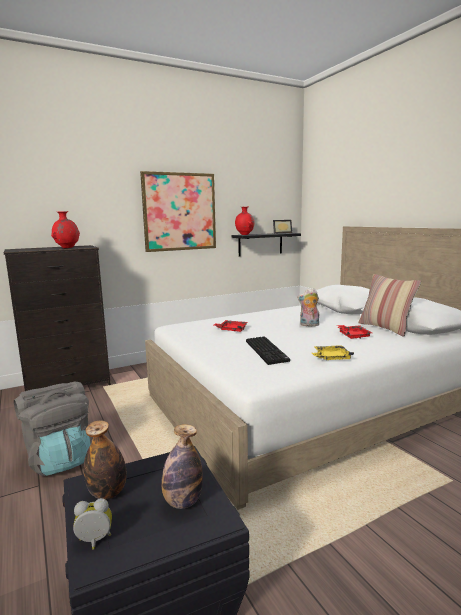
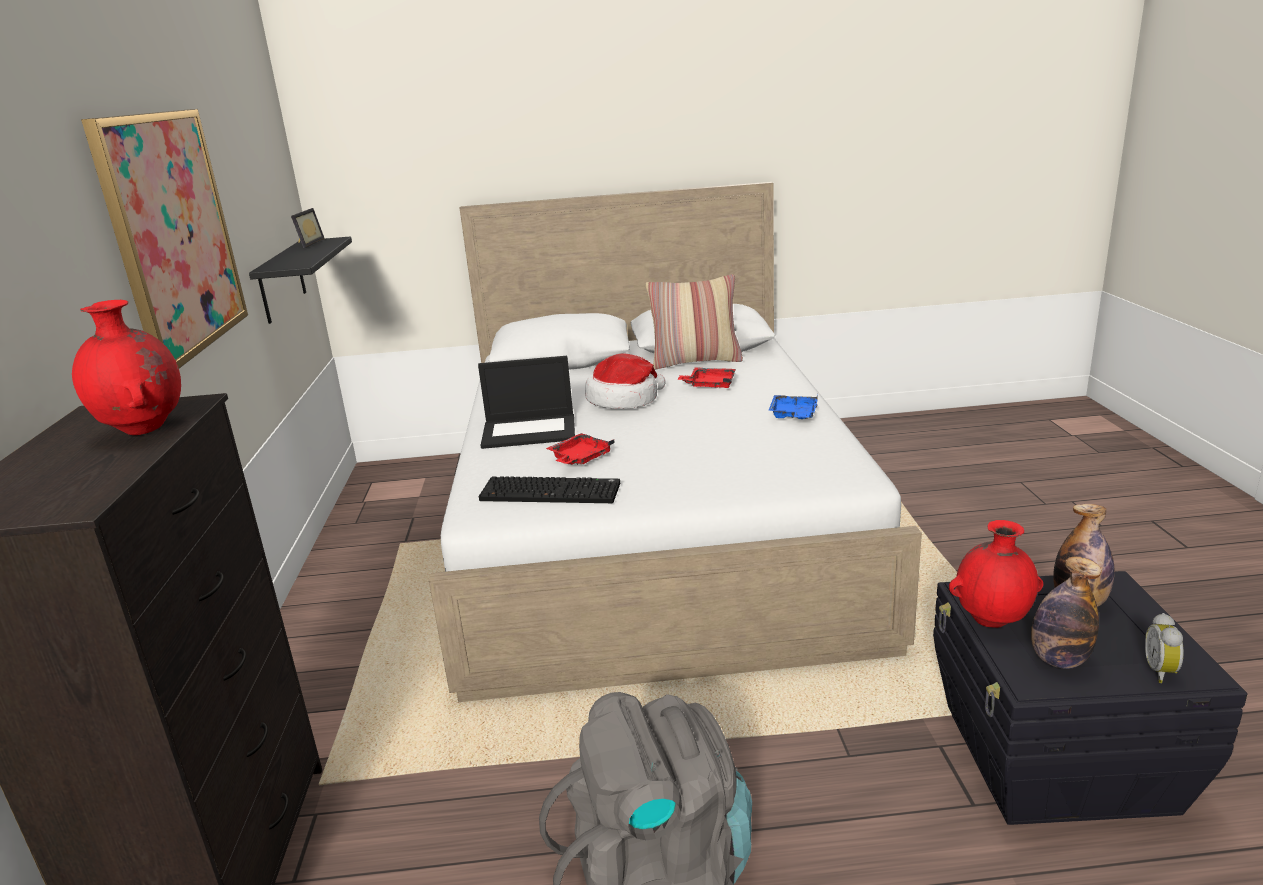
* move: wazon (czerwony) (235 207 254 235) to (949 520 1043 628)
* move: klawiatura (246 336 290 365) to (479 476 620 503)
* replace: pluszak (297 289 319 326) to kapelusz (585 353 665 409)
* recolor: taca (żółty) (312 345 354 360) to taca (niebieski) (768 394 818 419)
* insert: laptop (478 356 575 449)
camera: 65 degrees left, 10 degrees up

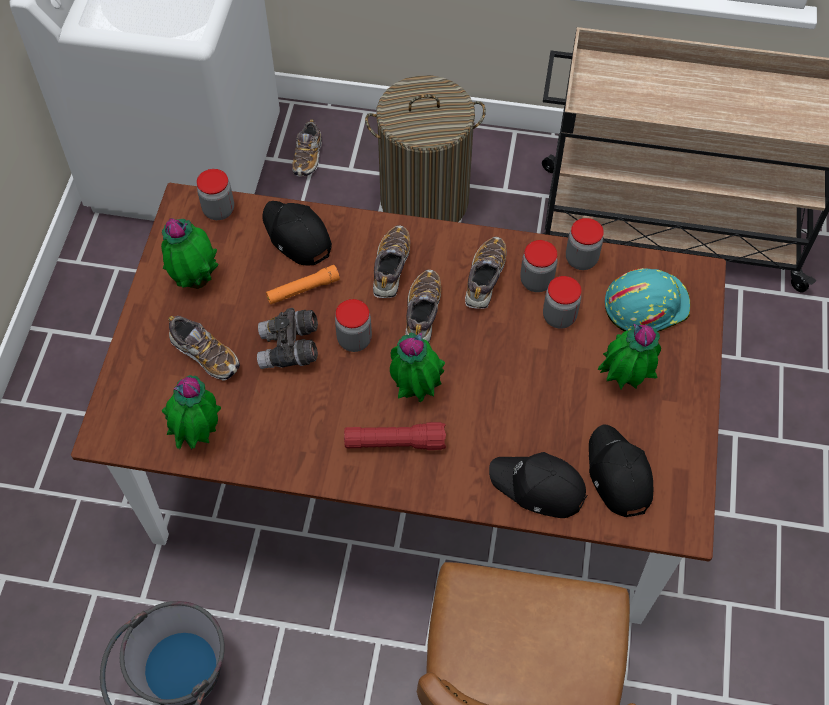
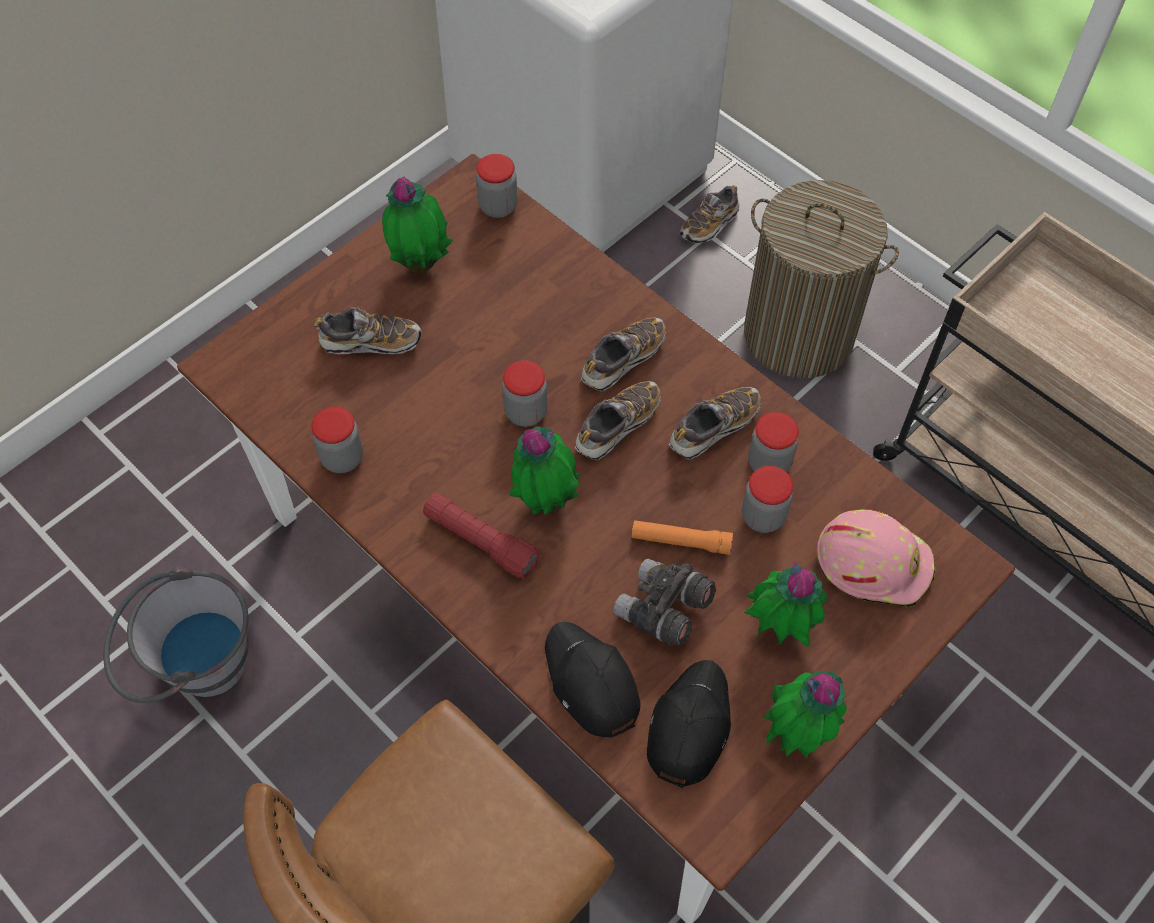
* move: roślina doniczkowa (162 375 221 449) to (763 671 847 758)
* rotate: but (168 316 240 381) = (314 307 421 354) 75 degrees counterclockwise
* move: lornetka (szary) (257 308 318 369) to (614 559 716 646)
* delete: czapka z daszkiem (czarny) (263 201 332 265)
* move: latarka (pomarańczowy) (266 265 340 304) to (631 520 733 555)
* move: słoik (566 218 604 270) to (311 407 363 473)
* recolor: kask (turkusowy) (605 268 690 332) to kask (różowy) (817 509 935 607)
camera: 35 degrees right, 0 degrees up

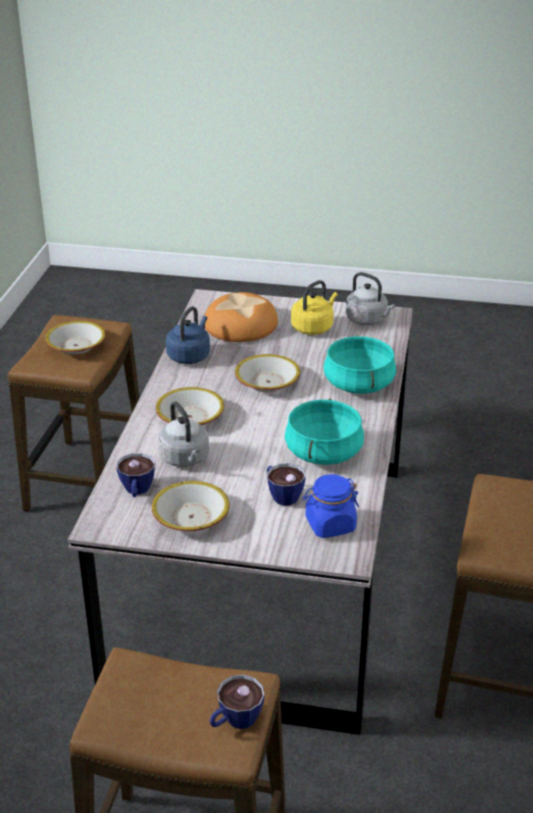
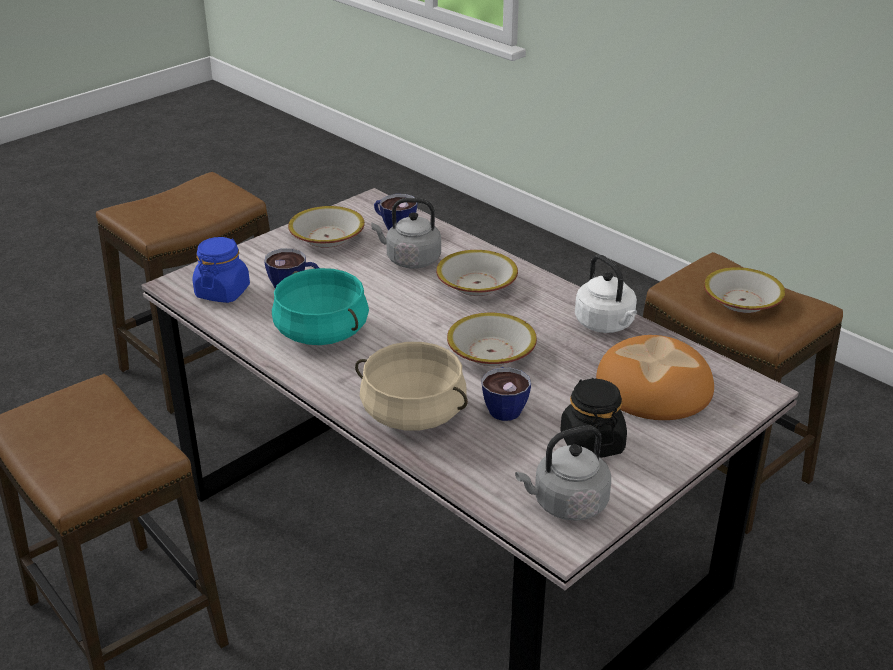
* recolor: czajnik (niebieski) (166 306 210 364) to czajnik (biały) (575 254 637 333)
* move: filiżanka (209 675 265 729) to (481 367 531 421)
* replace: czajnik (żółty) (291 280 338 335) to słoik (czarny) (560 378 627 458)
* recolor: garnek (turkusowy) (324 335 396 394) to garnek (beżowy) (355 342 468 431)
camera: 125 degrees right, 0 degrees up

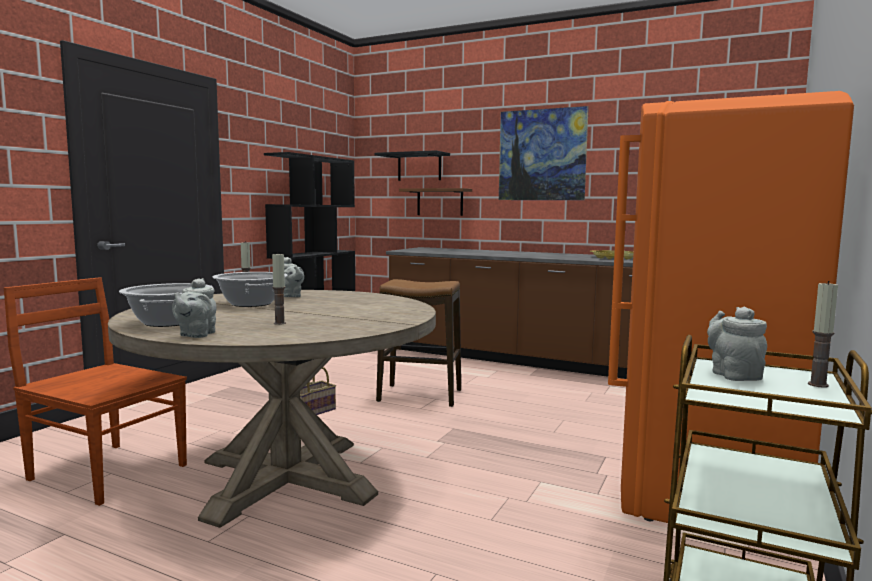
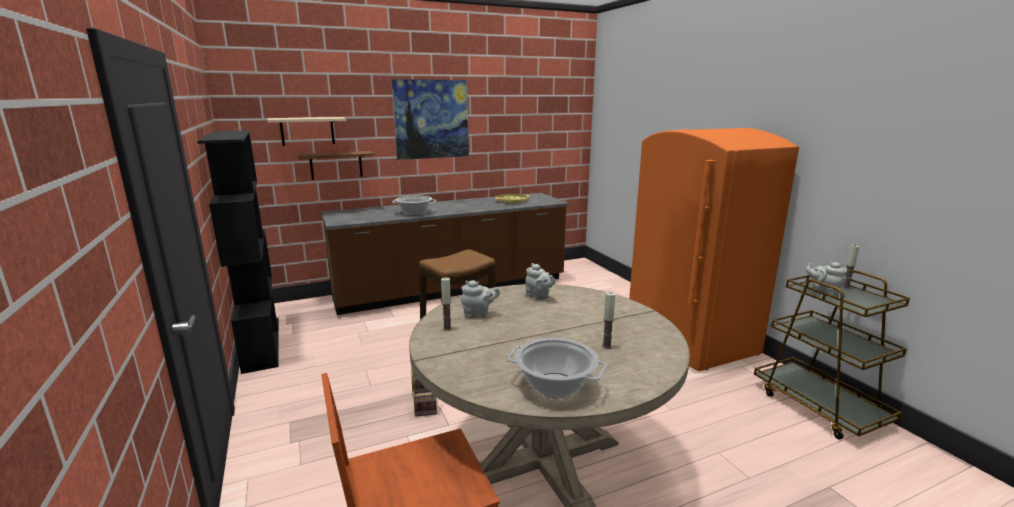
* move: imbryk (szary) (172 278 217 338) to (525 263 556 300)
* move: garnek (212 272 288 307) to (392 195 436 215)
* recolor: półka (czarny) (375 150 450 181) to półka (beżowy) (267 117 346 146)
camera: 50 degrees left, 10 degrees up

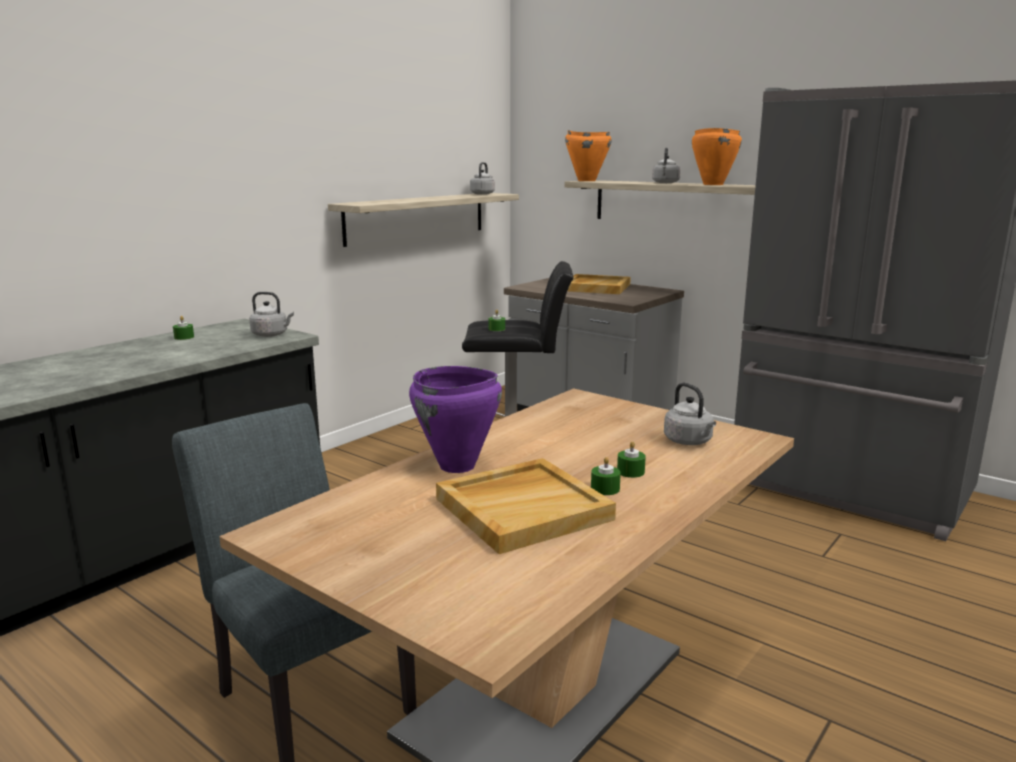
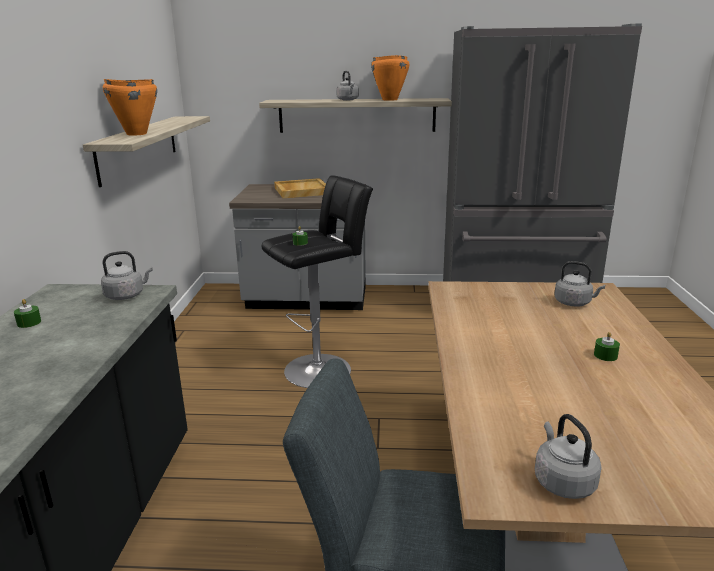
* delete: garnek (fioletowy) (409 366 502 473)
* delete: taca (beżowy) (436 458 616 554)
* move: czajnik (szary) (470 162 495 195) to (535 414 602 499)
* move: garnek (pomarańczowy) (565 130 612 181) to (103 79 157 136)
* delete: świeca (zielony) (617 441 646 478)
camera: 35 degrees left, 5 degrees up

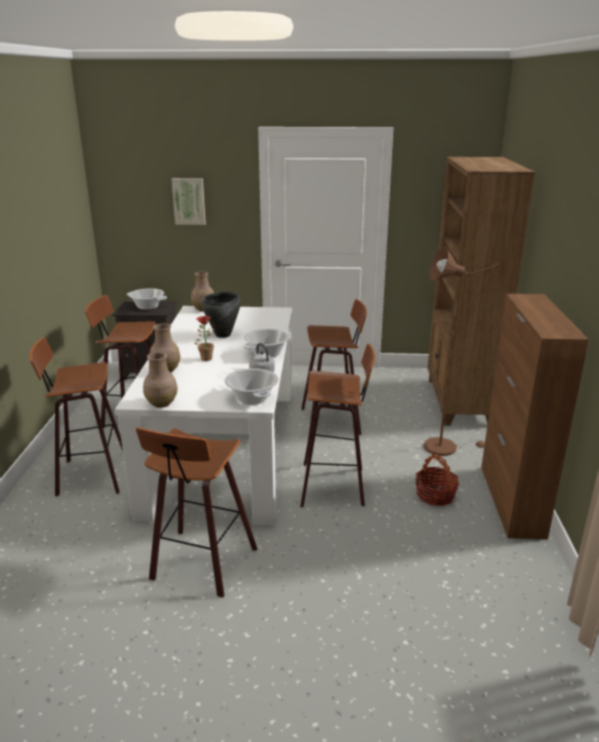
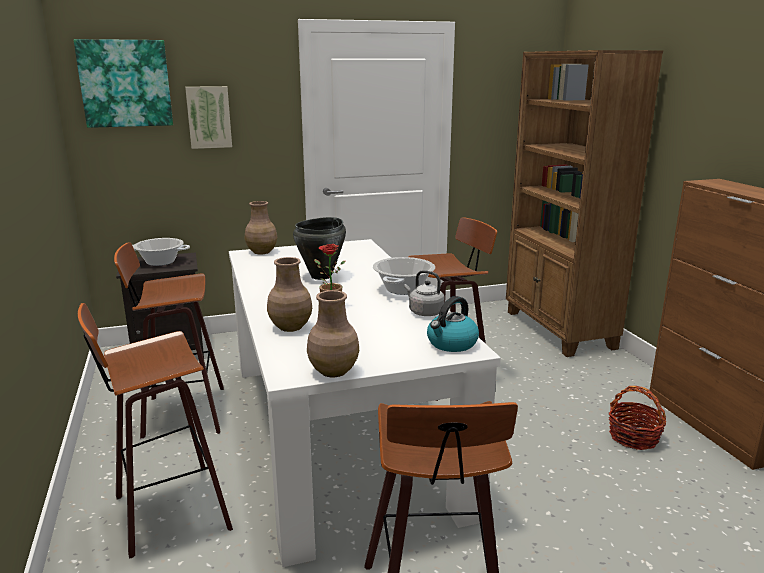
* replace: garnek (225 368 279 405) to czajnik (427 296 479 352)
* delete: stołek (300 344 375 507)
* delete: lampa stojąca (brązowy) (424 247 500 456)
* insert: obraz (74 39 173 128)
camera: 20 degrees left, 5 degrees down

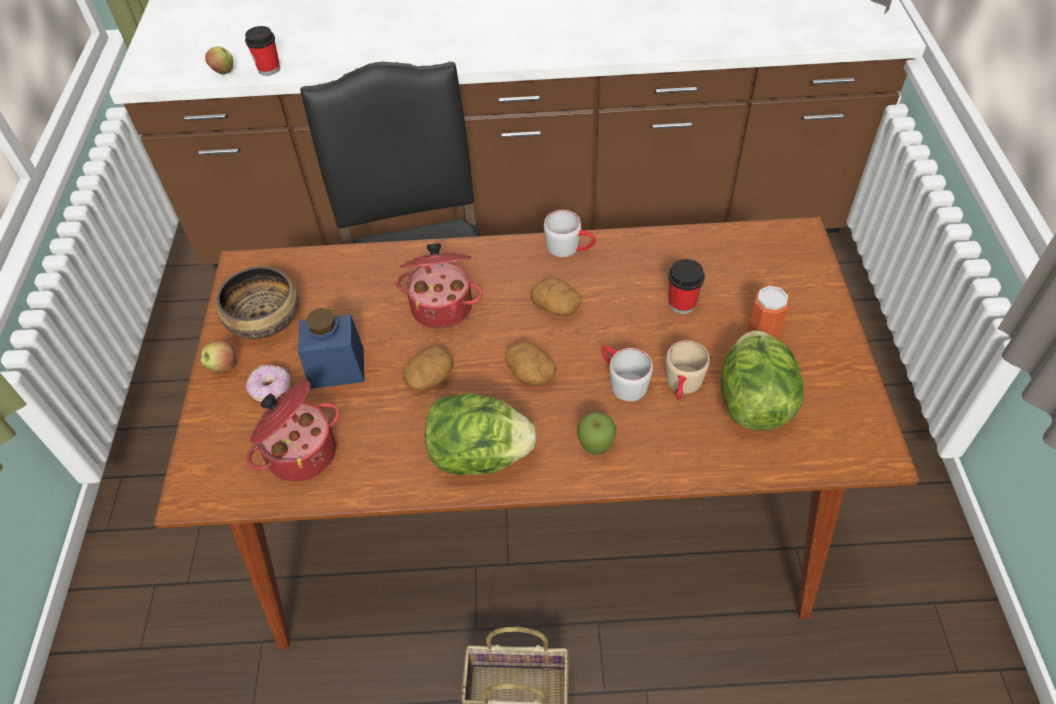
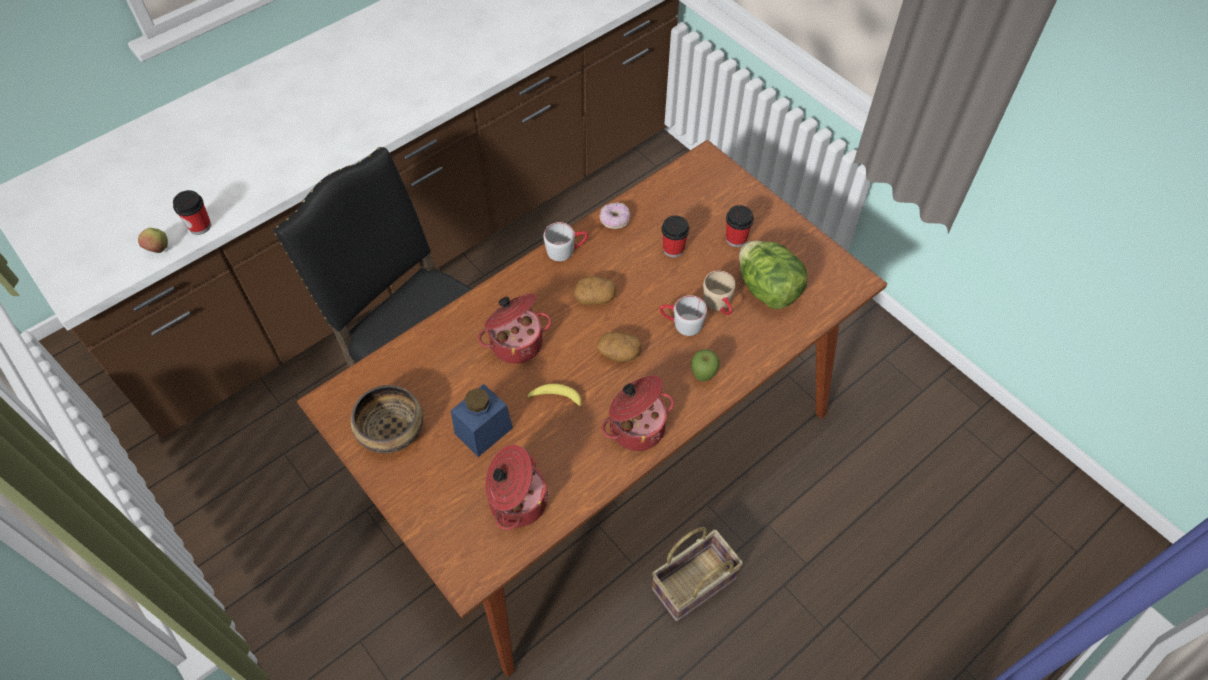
* delete: jabłko (200 340 235 373)
* move: donut (246 365 291 402) to (600 203 631 229)
* replace: ziemniak (402 346 454 391) to banan (527 384 582 409)
* replace: sałata (425 393 537 475) to garnek (601 376 674 451)
* replace: puszka (748 286 789 338) to filiżanka (726 205 754 247)
camera: 40 degrees left, 5 degrees up

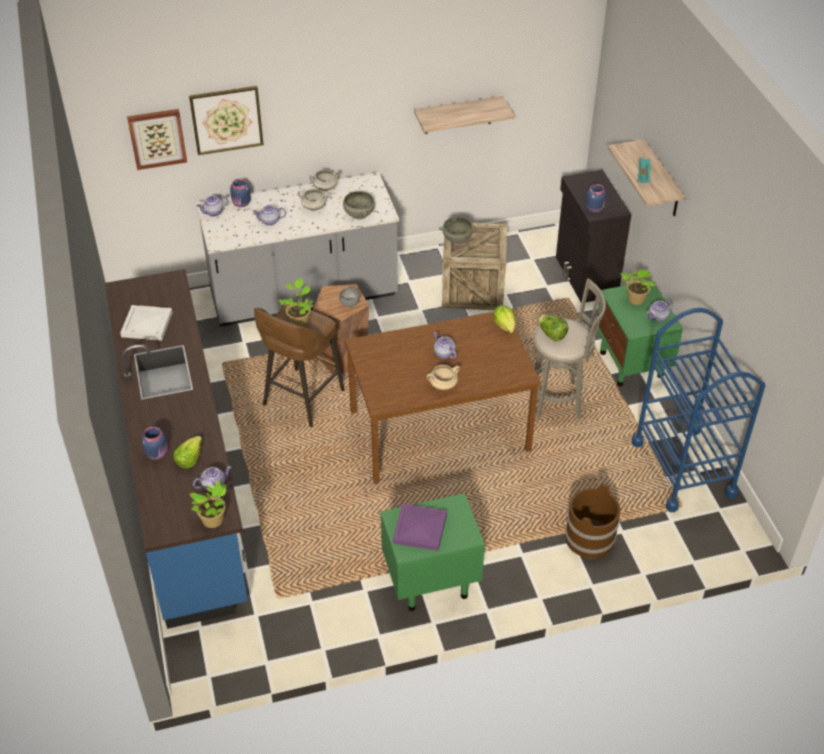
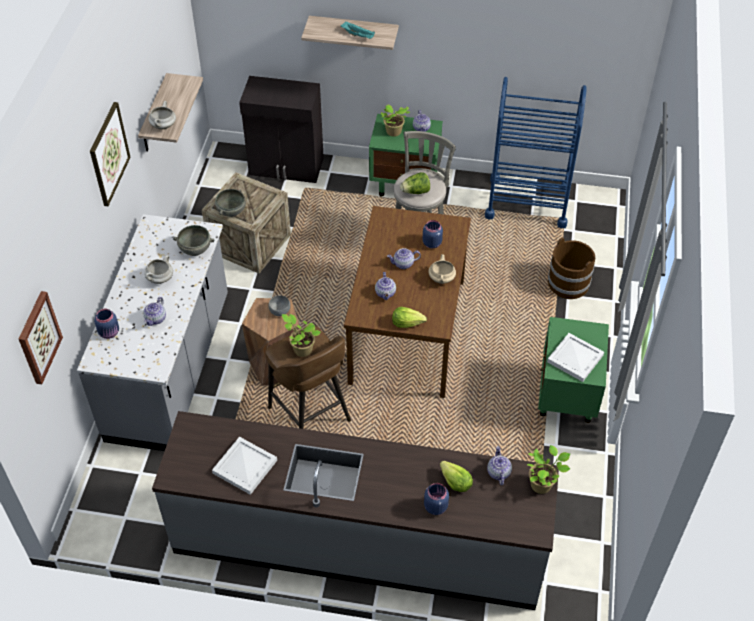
* recolor: zabudowa kuchenna (niebieski) (105 269 248 629) to zabudowa kuchenna (szary) (152 411 559 610)
* move: obraz (189 86 264 155) to (90 102 131 206)
* move: imbryk (197 196 228 217) to (375 272 396 300)
* move: garnek (biały) (309 169 339 191) to (148 101 176 129)
* recolor: taca (fioletowy) (393 503 447 551) to taca (biały) (547 333 604 382)
* move: sałata (493 305 516 333) to (392 307 427 328)
* move: słoik (niebieski) (586 184 606 212) to (423 220 443 248)
camera: 65 degrees left, 5 degrees up

